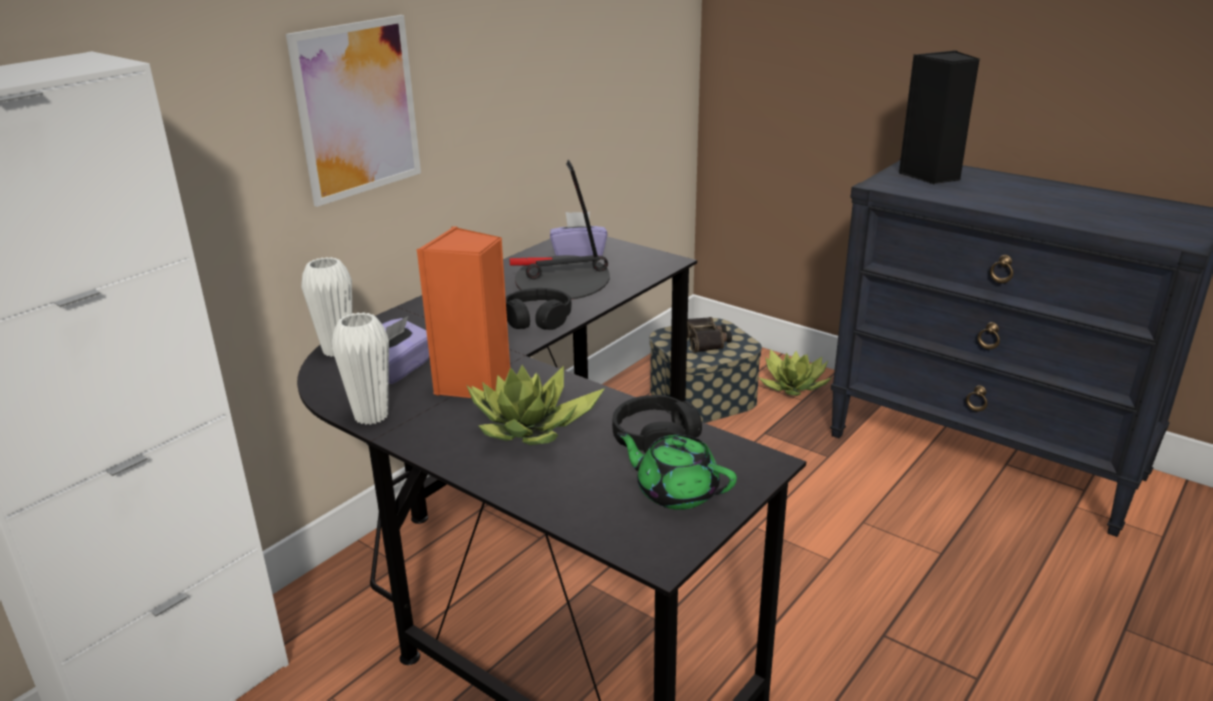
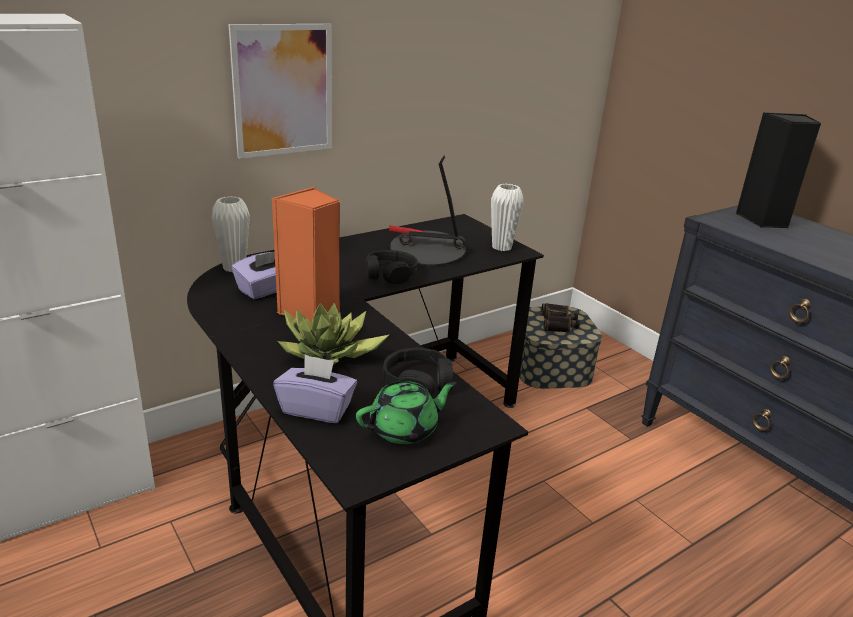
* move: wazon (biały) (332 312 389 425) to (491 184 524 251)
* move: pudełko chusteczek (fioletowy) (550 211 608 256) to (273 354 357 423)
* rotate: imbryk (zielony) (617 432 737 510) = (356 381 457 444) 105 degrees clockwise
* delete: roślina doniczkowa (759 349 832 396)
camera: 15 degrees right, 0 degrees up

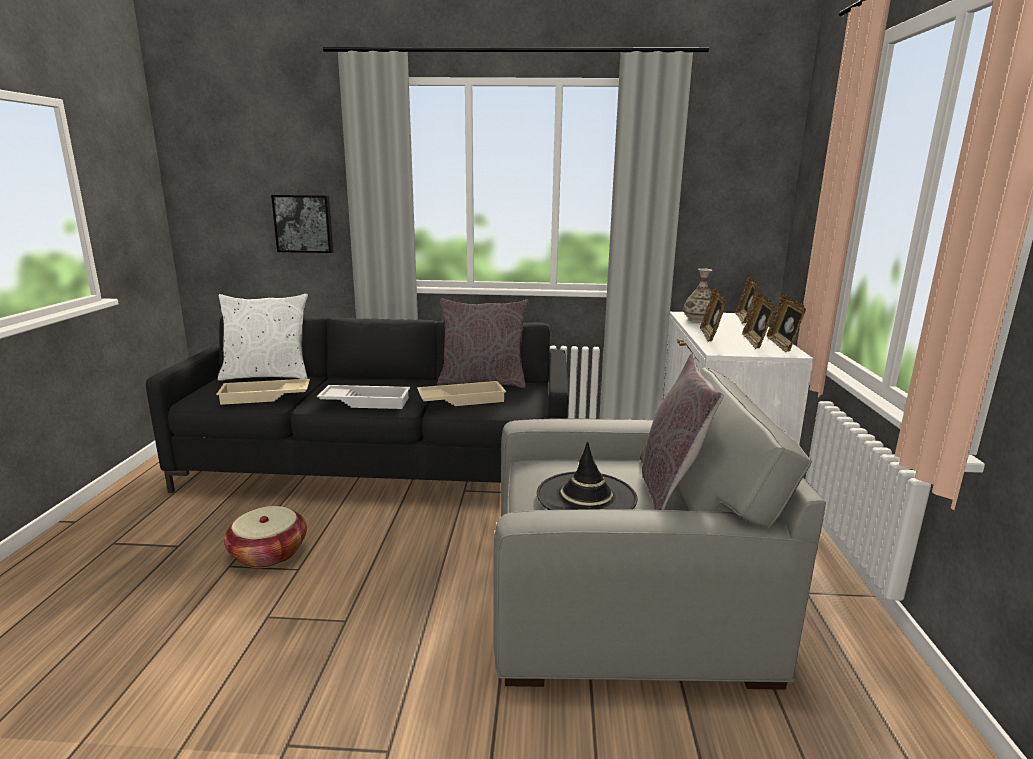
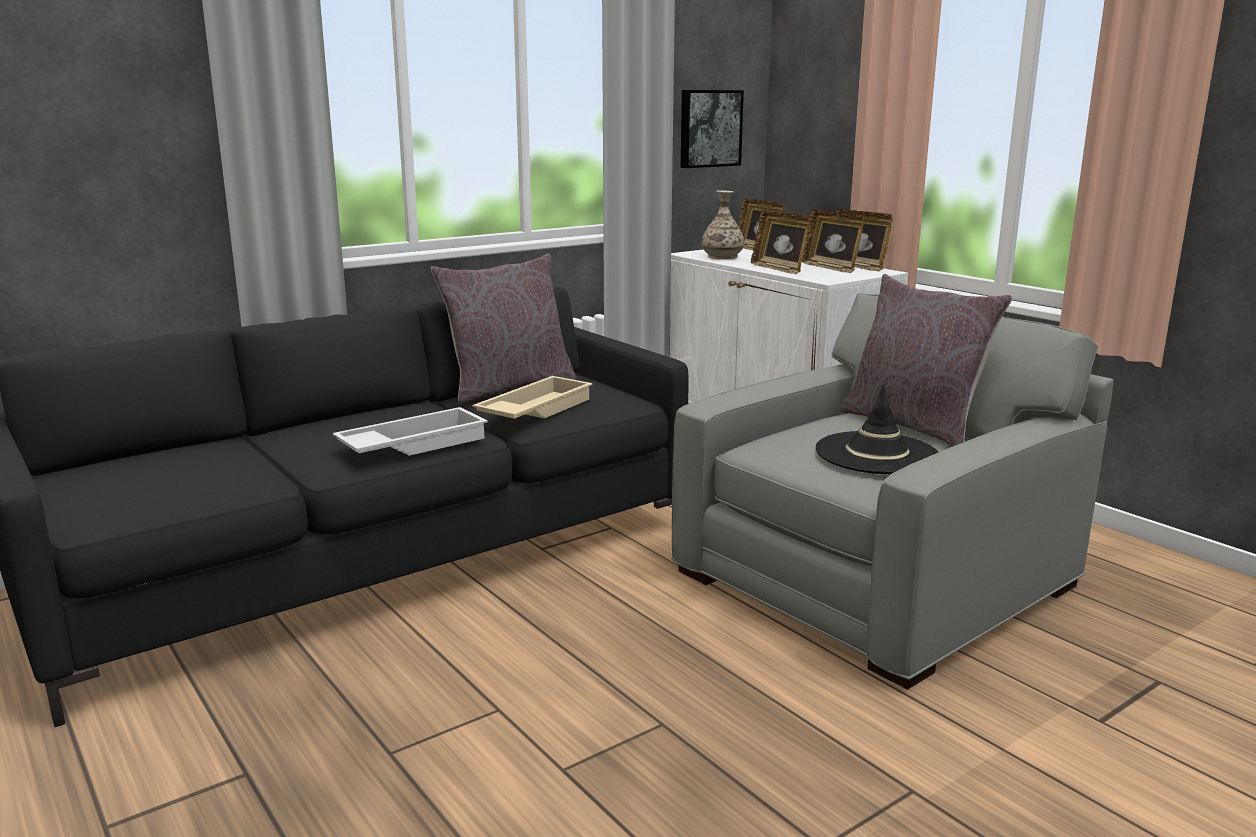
* delete: taca (beżowy) (216 379 310 405)
* delete: poduszka (biały) (218 294 308 381)
* delete: koszyk (224 506 307 568)
* move: obraz (271 195 333 253) to (681 90 744 168)
camera: 40 degrees left, 0 degrees up

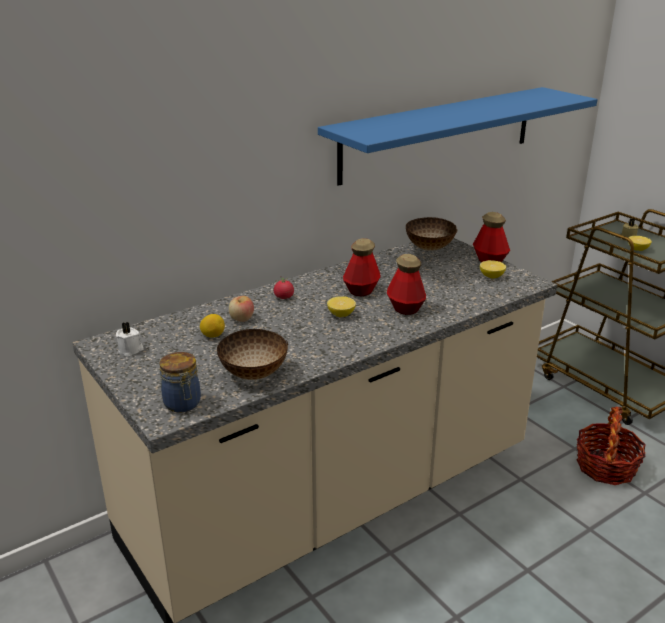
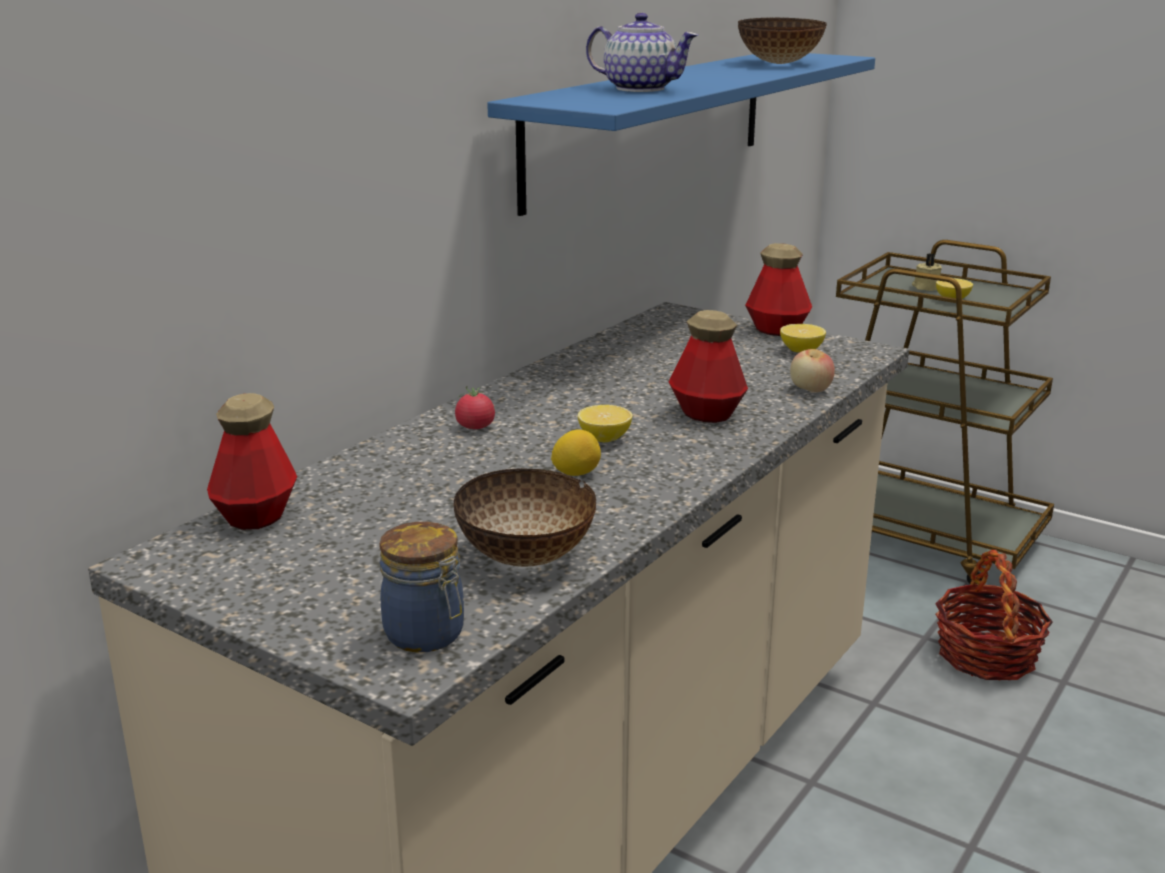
* delete: świeca (biały) (116 322 143 357)
* move: cytryna (200 314 225 338) to (551 430 601 476)
* move: jabłko (229 296 254 322) to (790 349 835 392)
* move: butelka (343 238 381 297) to (207 393 297 530)
* move: miska (405 217 458 251) to (738 17 827 64)
* insert: imbryk (586 13 698 92)
camera: 20 degrees left, 5 degrees down

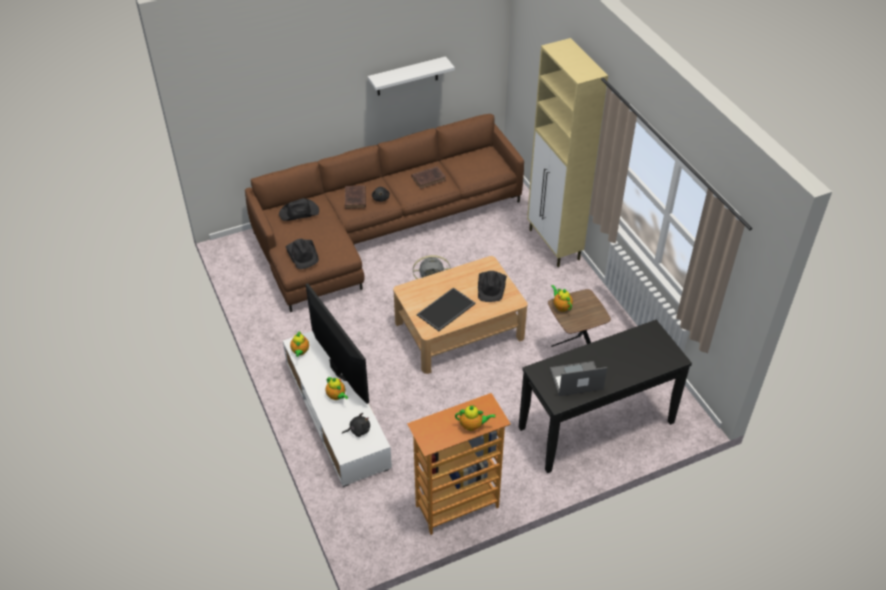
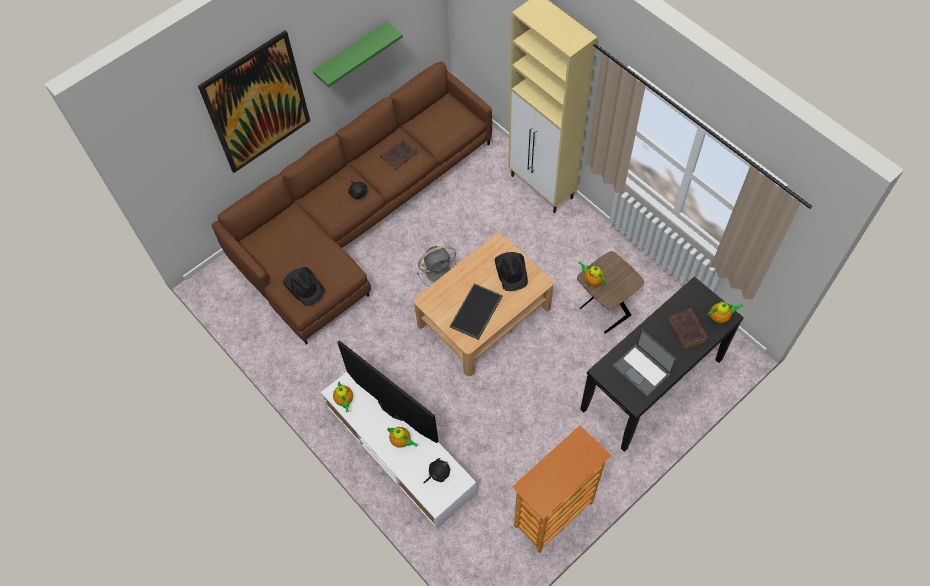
* delete: kapelusz (czarny) (279 198 319 221)
* move: książka (brązowy) (345 185 366 209) to (668 308 709 349)
* recolor: półka (biały) (368 56 455 95) to półka (zielony) (313 22 403 87)
* move: imbryk (455 405 496 431) to (707 301 743 323)
* rotate: laptop (550 361 607 396) = (613 329 677 397) 105 degrees counterclockwise
* insert: obraz (198 30 310 173)
camera: 15 degrees left, 15 degrees up

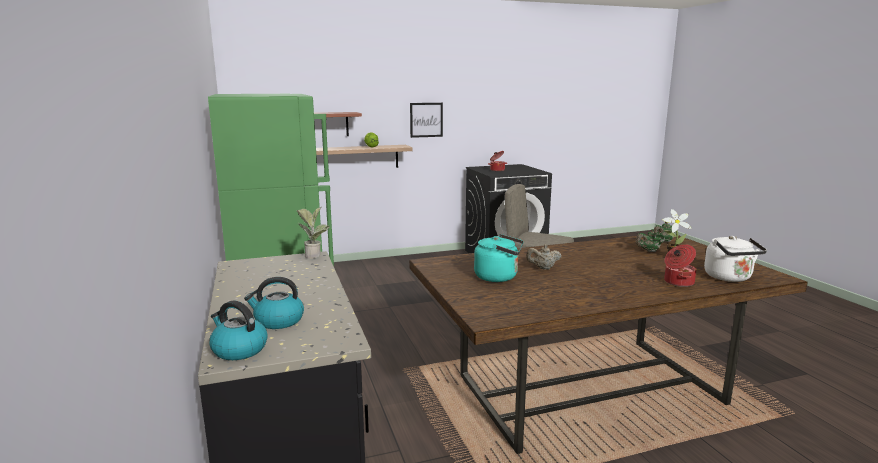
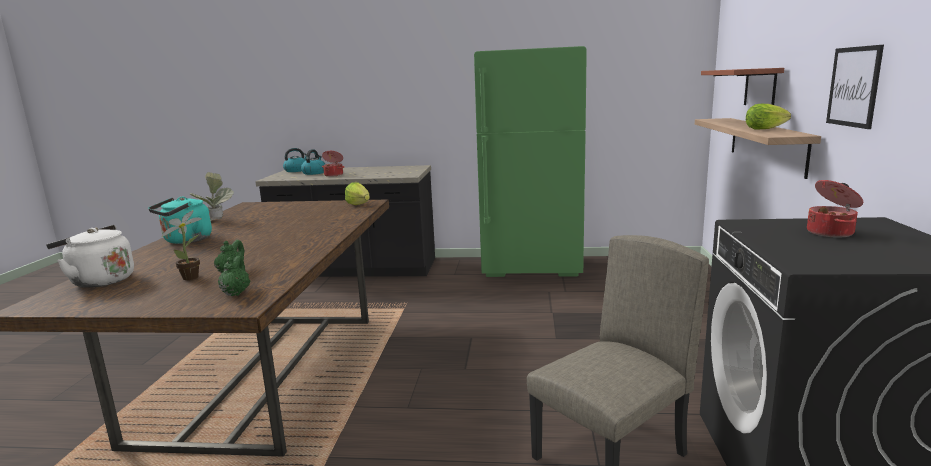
* move: roślina doniczkowa (297 207 329 259) to (189 172 234 220)
* move: czajnik (turkusowy) (474 234 523 282) to (148 197 212 244)
* delete: imbryk (beżowy) (526 244 561 270)
* move: garnek (664 244 697 287) to (322 151 345 177)
* insert: sałata (345 182 370 205)
camera: 115 degrees right, 0 degrees up

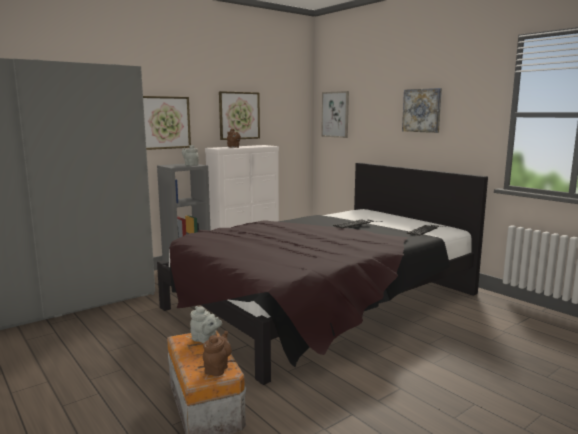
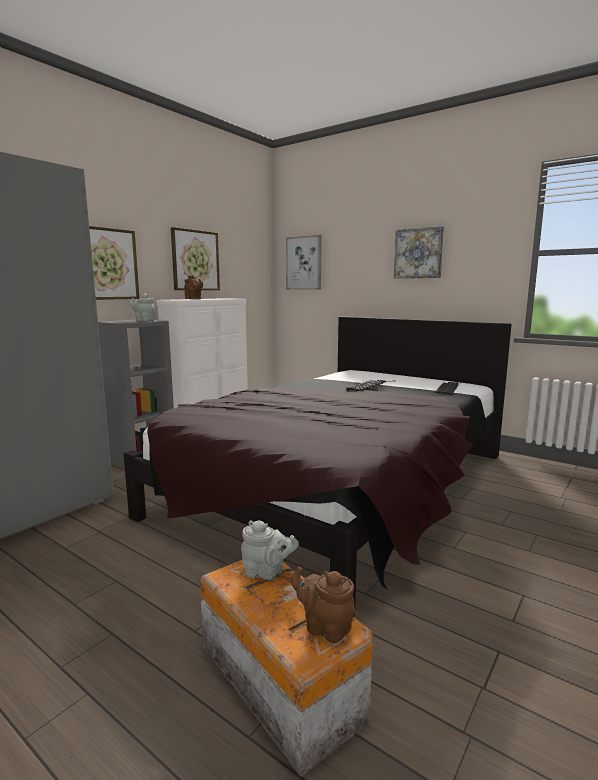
* rotate: imbryk (brązowy) (203 331 232 376) = (291 567 355 643) 60 degrees counterclockwise
camera: 15 degrees left, 0 degrees up

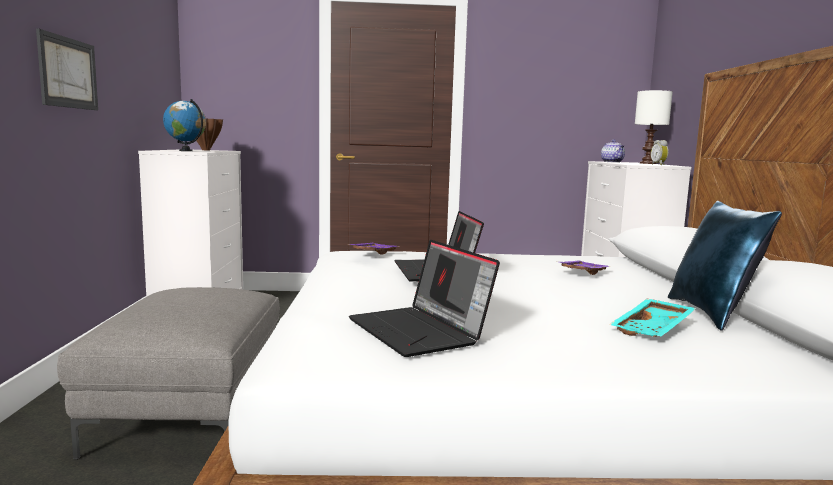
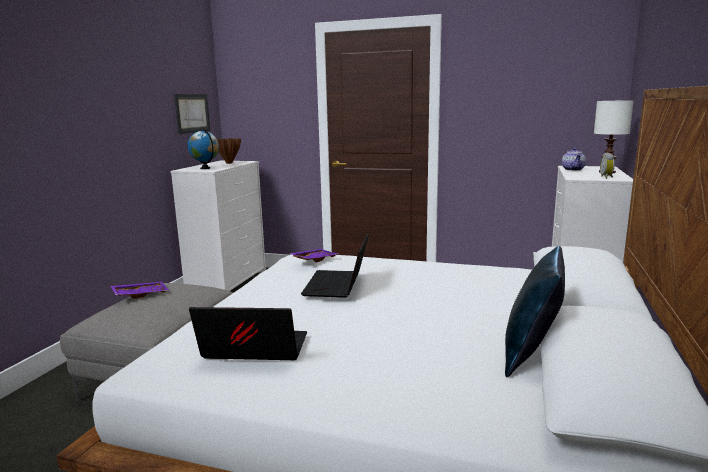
* move: obraz (36 29 98 110) to (174 94 210 134)
* rotate: laptop (349 240 500 357) = (189 307 307 360) 105 degrees clockwise
* move: taca (fioletowy) (560 260 612 275) to (111 281 169 299)
* delete: taca (turkusowy) (609 299 696 337)
camera: 20 degrees right, 5 degrees up

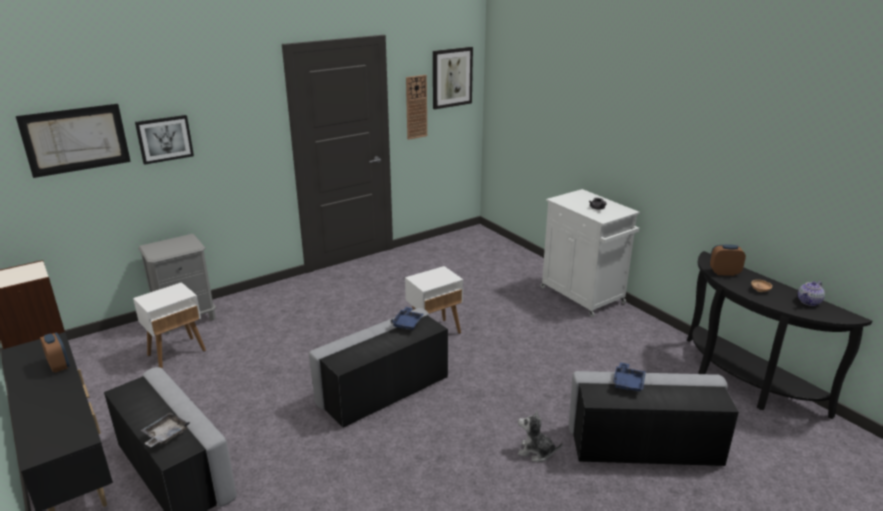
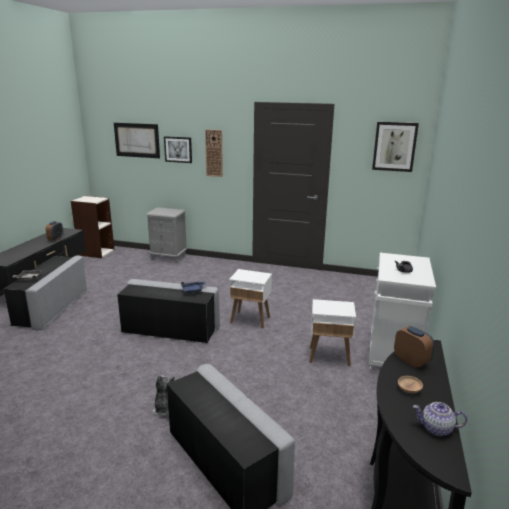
* move: stolik (biały) (133 282 206 368) to (309 299 356 366)
* move: zegar ścienny (406 75 427 140) to (205 129 223 177)
* delete: taca (niebieski) (613 362 646 391)
camera: 50 degrees right, 5 degrees down

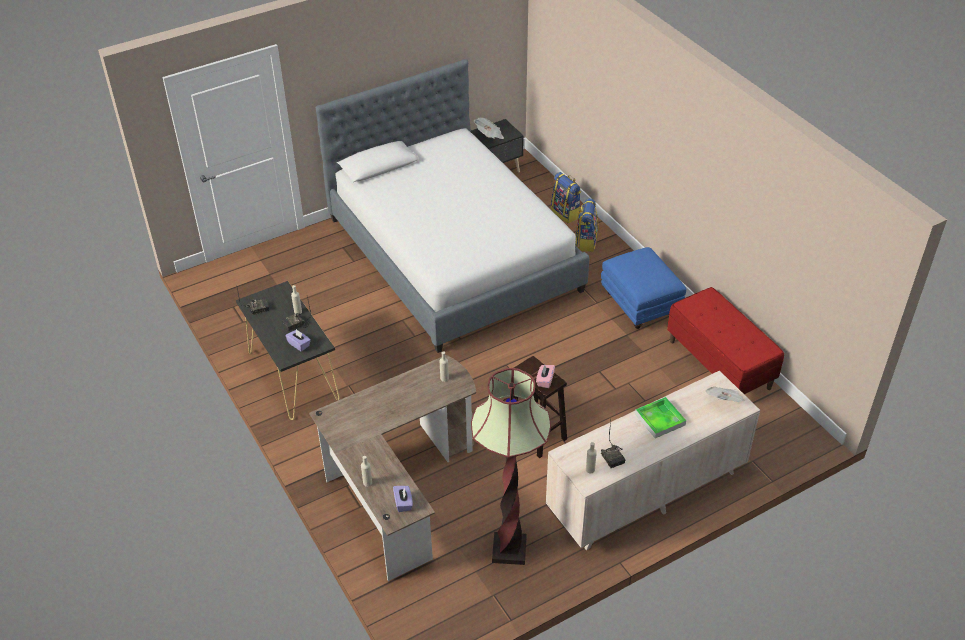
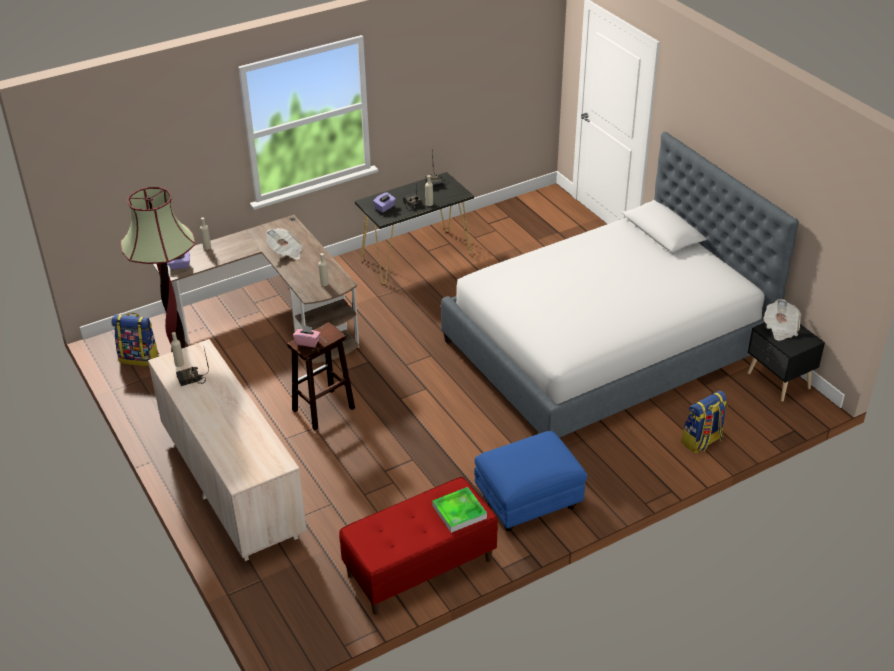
* move: plecak (575 198 598 252) to (111 313 159 366)
* move: taca (635 397 686 438) to (432 487 487 533)
* move: gazeta (706 386 745 402) to (266 228 303 259)
camera: 90 degrees right, 5 degrees down

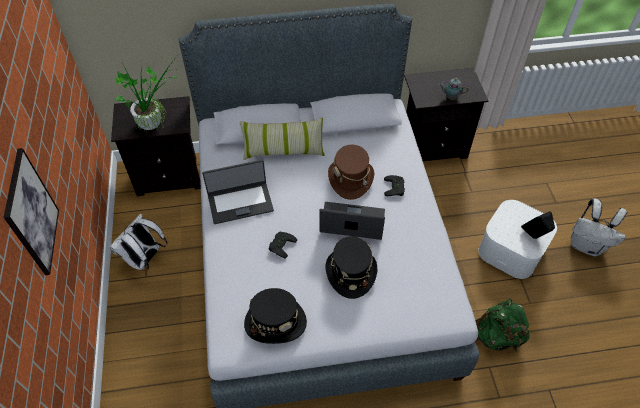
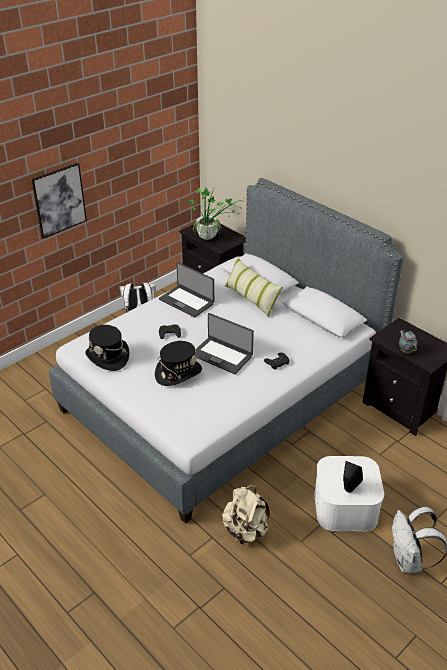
* rotate: laptop (320 202 385 240) = (195 313 254 374) 150 degrees clockwise
* delete: kapelusz (brązowy) (328 145 374 200)
* recolor: plecak (zielony) (475 299 530 350) to plecak (beżowy) (222 485 270 545)
camera: 55 degrees right, 15 degrees down

